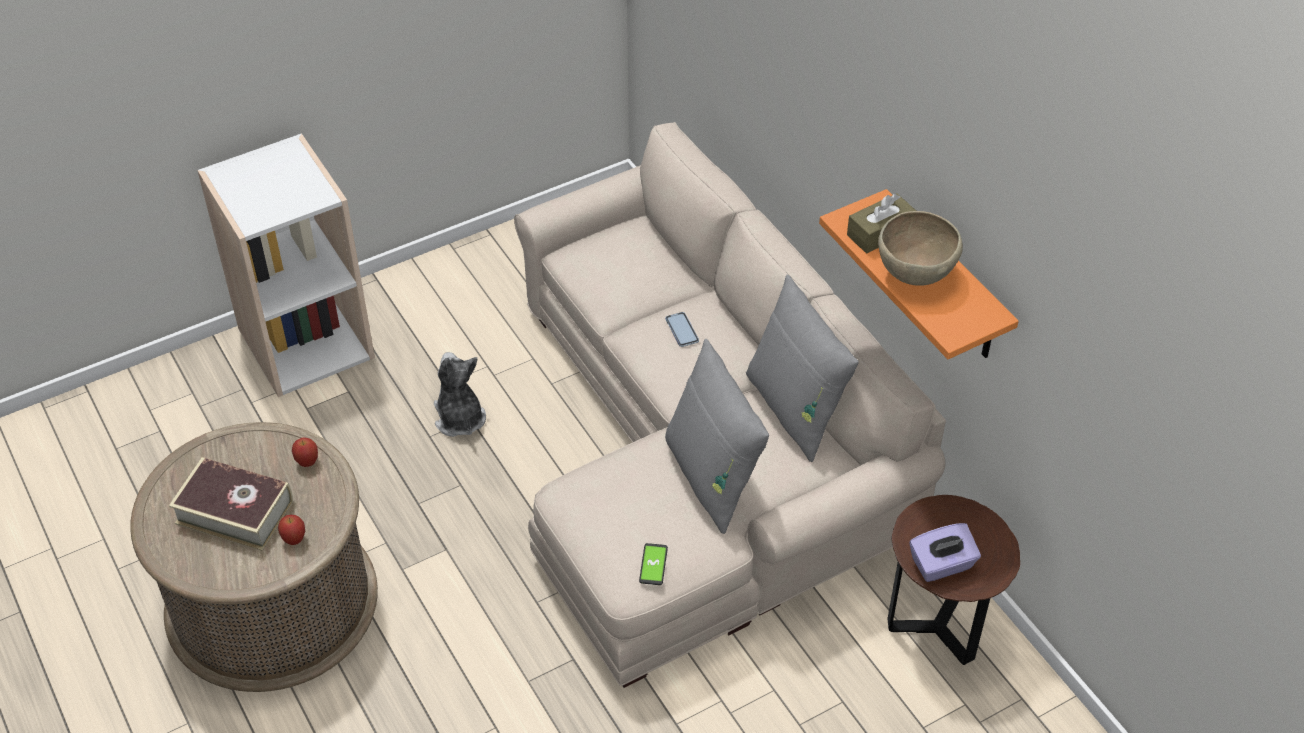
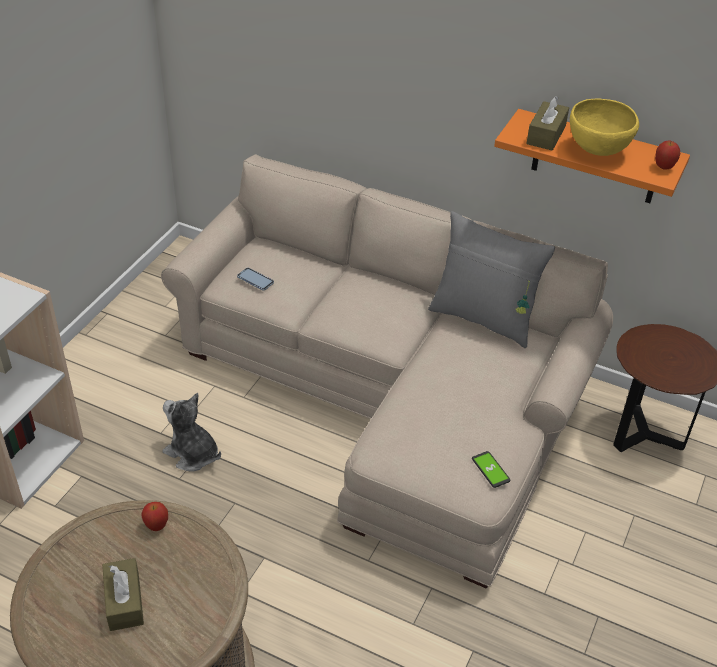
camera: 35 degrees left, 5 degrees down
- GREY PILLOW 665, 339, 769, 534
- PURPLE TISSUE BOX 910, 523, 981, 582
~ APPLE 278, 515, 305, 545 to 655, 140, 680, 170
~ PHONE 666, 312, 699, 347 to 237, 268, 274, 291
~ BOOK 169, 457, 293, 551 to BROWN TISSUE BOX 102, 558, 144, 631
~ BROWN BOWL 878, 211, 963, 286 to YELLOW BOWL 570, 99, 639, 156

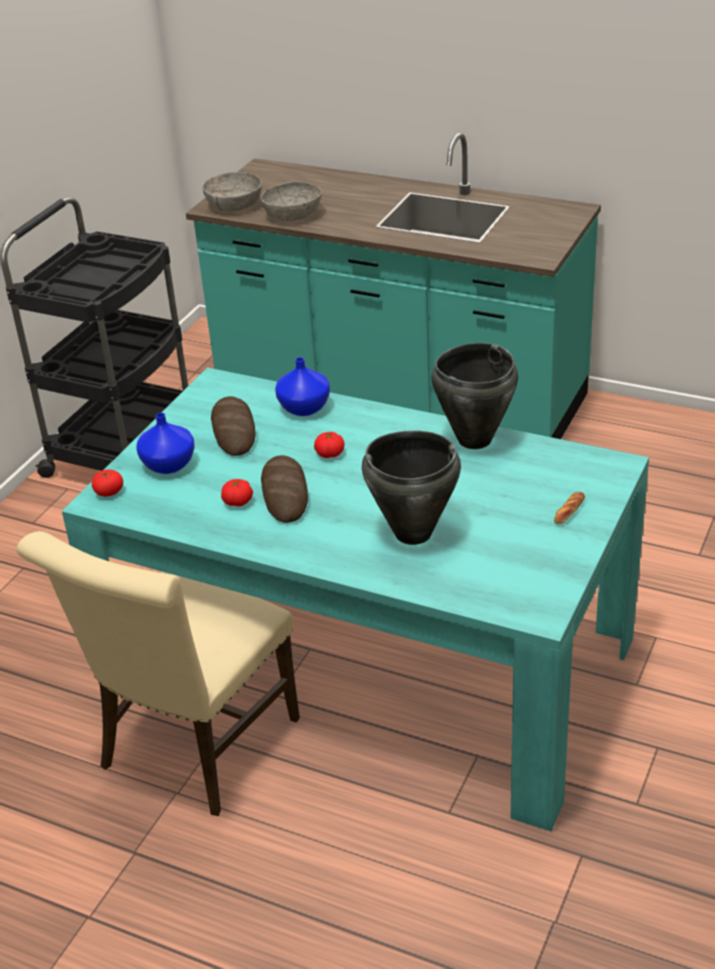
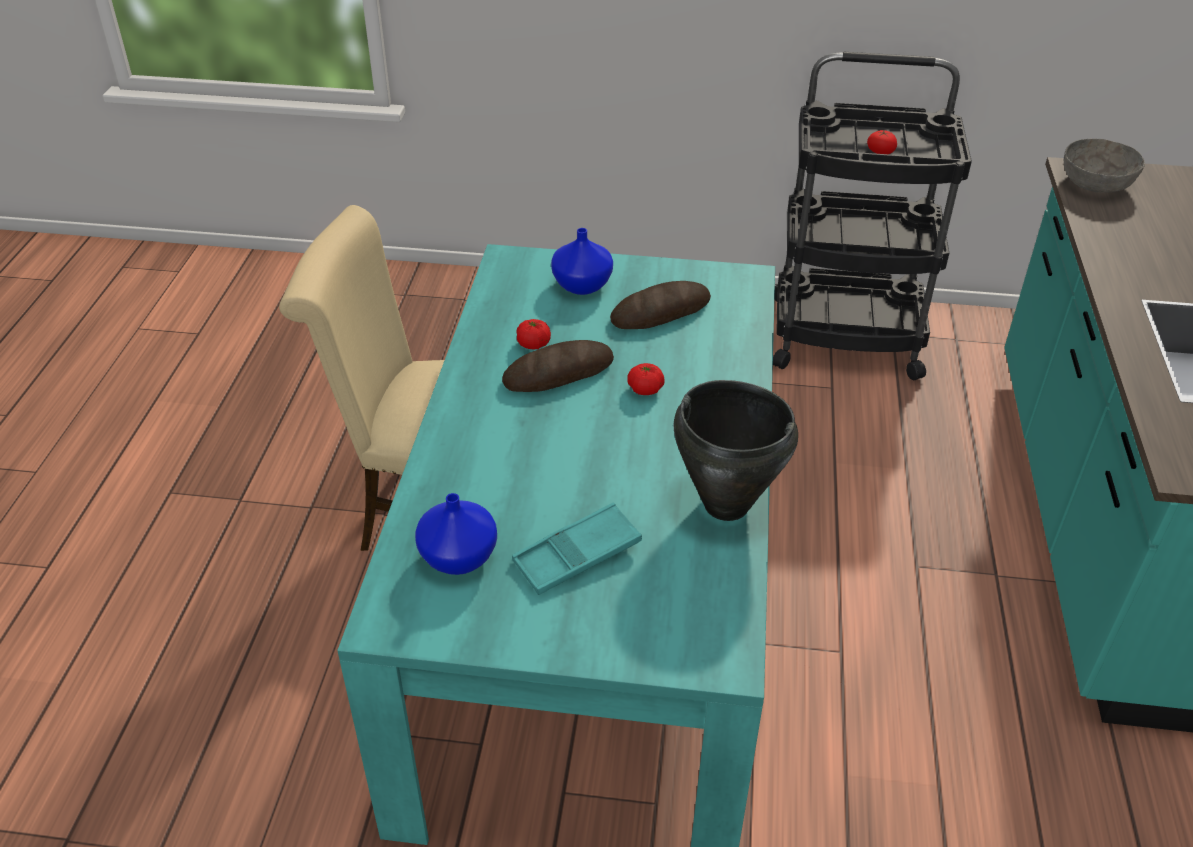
camera: 70 degrees right, 5 degrees up
- GREY BOWL 261, 182, 322, 221
- BLACK COOKING POT 362, 430, 461, 545
- BREAD 554, 492, 585, 524
+ TURQUOISE TRAY 512, 502, 642, 595
~ TOMATO 92, 469, 123, 497 to 867, 130, 897, 154
~ BLUE VASE 275, 357, 330, 416 to 415, 493, 497, 575

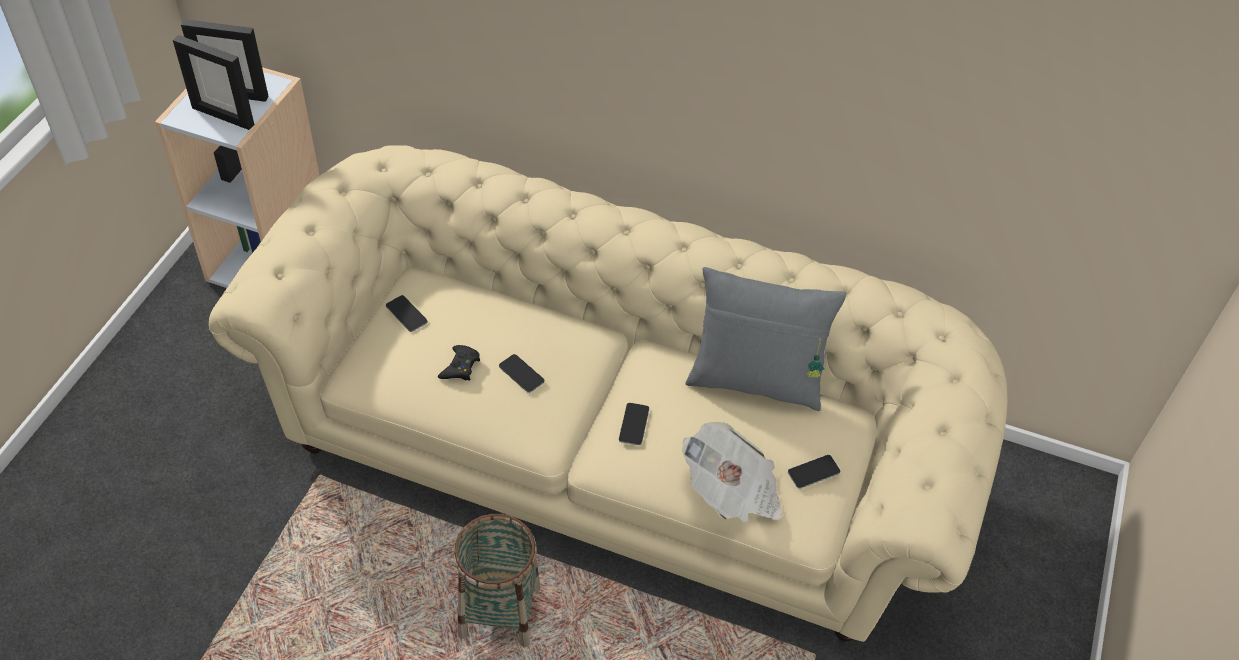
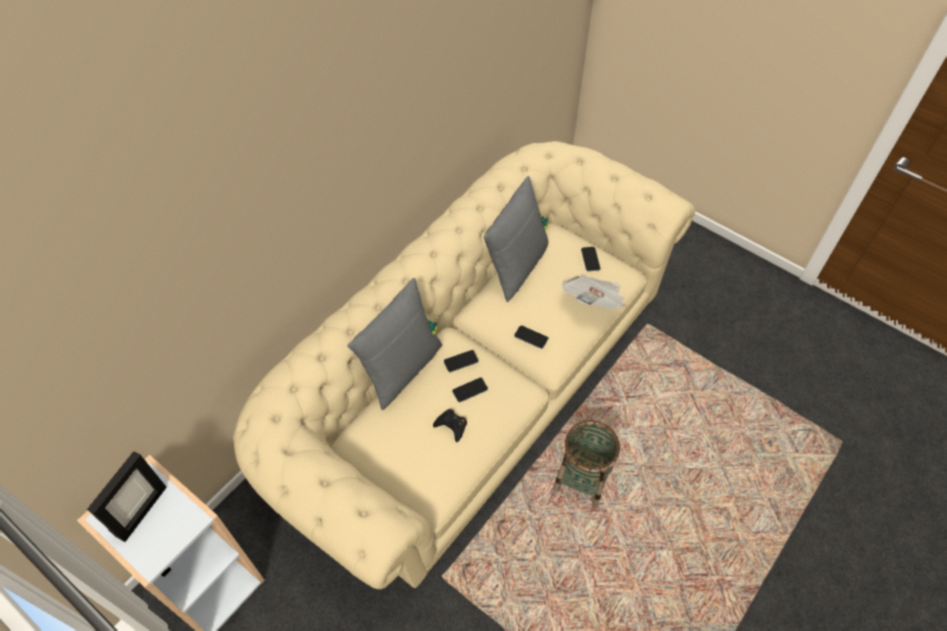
camera: 70 degrees left, 5 degrees up
- PICTURE FRAME 173, 35, 254, 130
+ GREY PILLOW 347, 278, 442, 410
~ PHONE 386, 295, 428, 332 to 444, 350, 479, 372

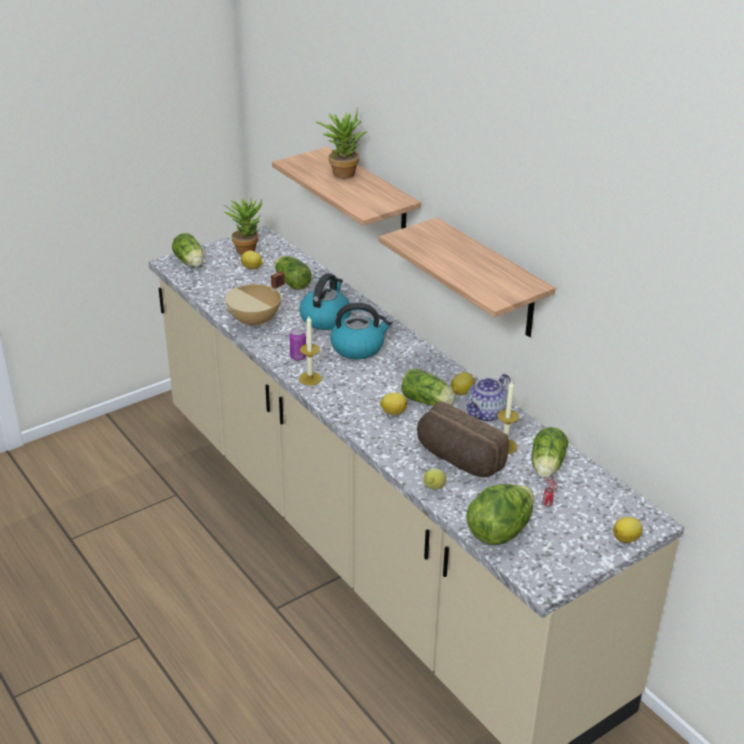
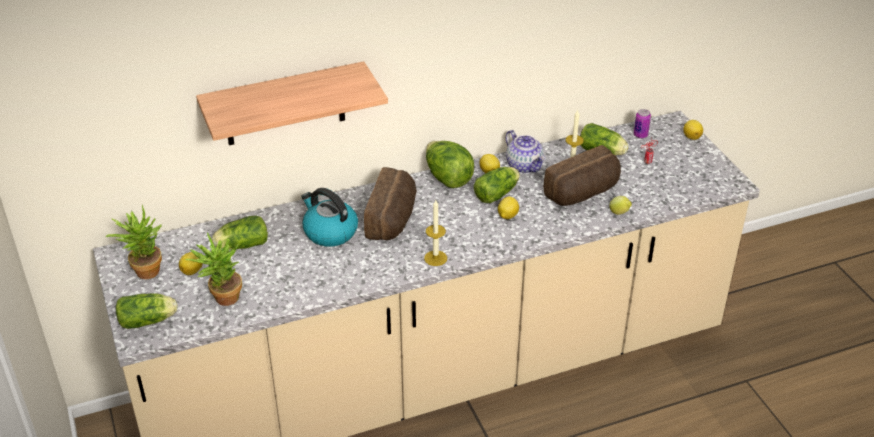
camera: 75 degrees left, 5 degrees up
- BEIGE COOKING POT 225, 271, 285, 327
- SHELF 379, 217, 556, 337
~ CAN 289, 328, 306, 361 to 634, 109, 651, 138
~ POTTED PLANT 316, 108, 367, 179 to 185, 233, 242, 306
~ LETTUCE 467, 484, 534, 545 to 426, 141, 474, 188
~ KETTLE 330, 303, 393, 360 to BREAD 364, 167, 417, 240

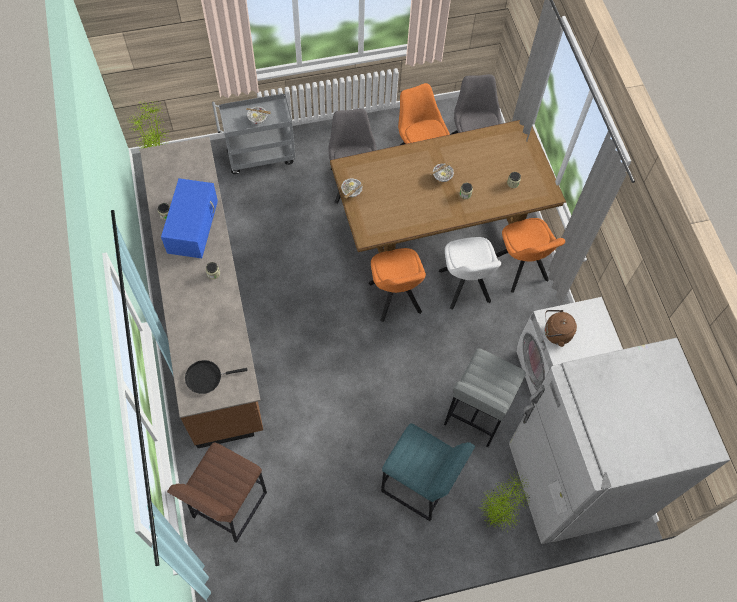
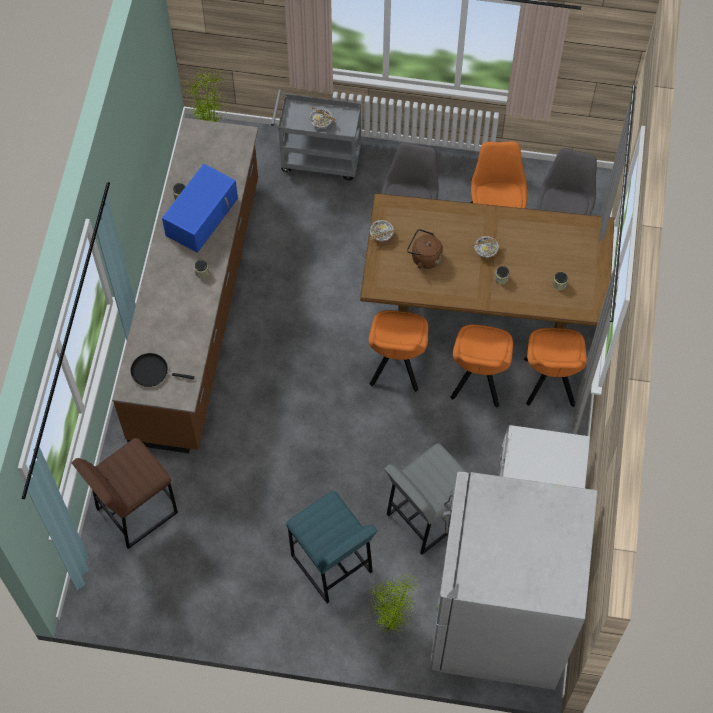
camera: 25 degrees right, 0 degrees up
~ BROWN KETTLE 545, 310, 577, 347 to 407, 229, 443, 269
~ WHITE CHAIR 438, 237, 501, 310 to ORANGE CHAIR 450, 324, 513, 408

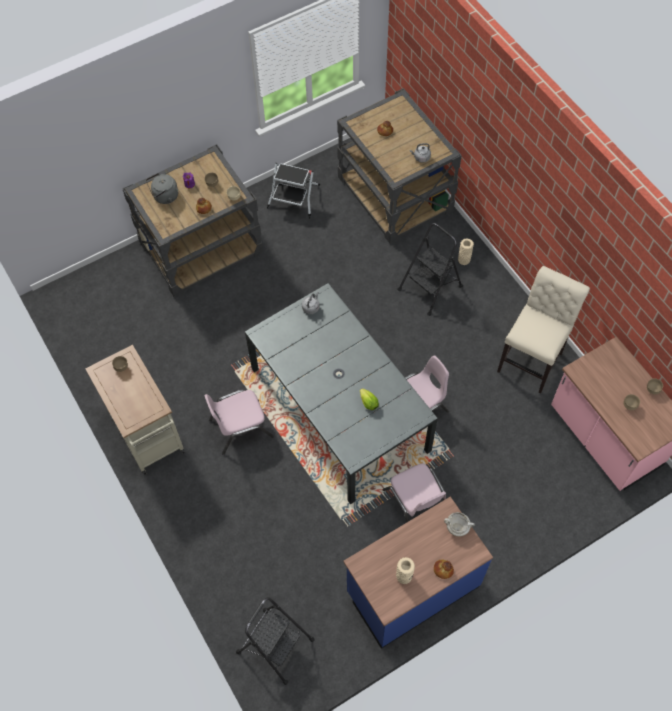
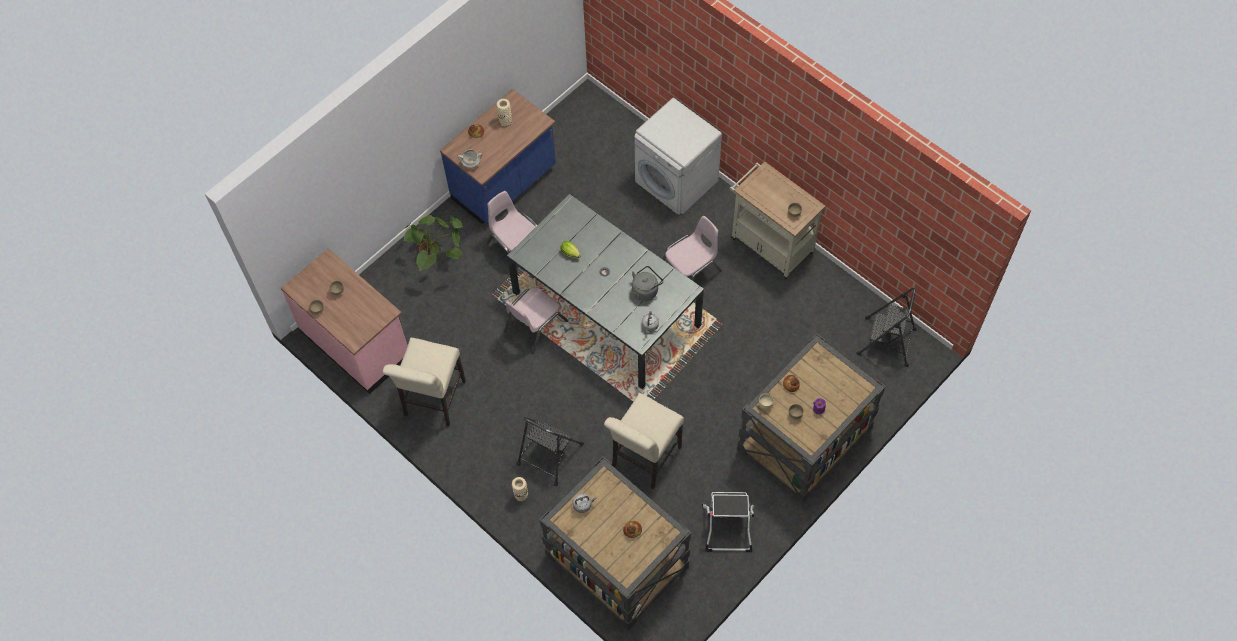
camera: 165 degrees right, 0 degrees up
+ POTTED PLANT 403, 215, 463, 272
+ BEIGE STOOL 604, 393, 684, 489
+ WHITE WASHING MACHINE 635, 98, 722, 215
~ GREY KETTLE 146, 173, 178, 204 to 632, 266, 663, 301
~ BLACK STEP LADDER 236, 597, 315, 685 to 857, 288, 917, 367

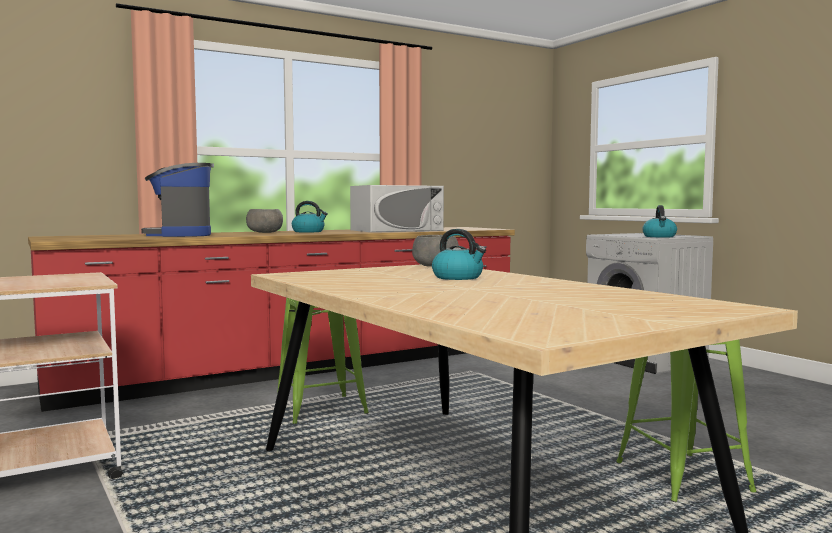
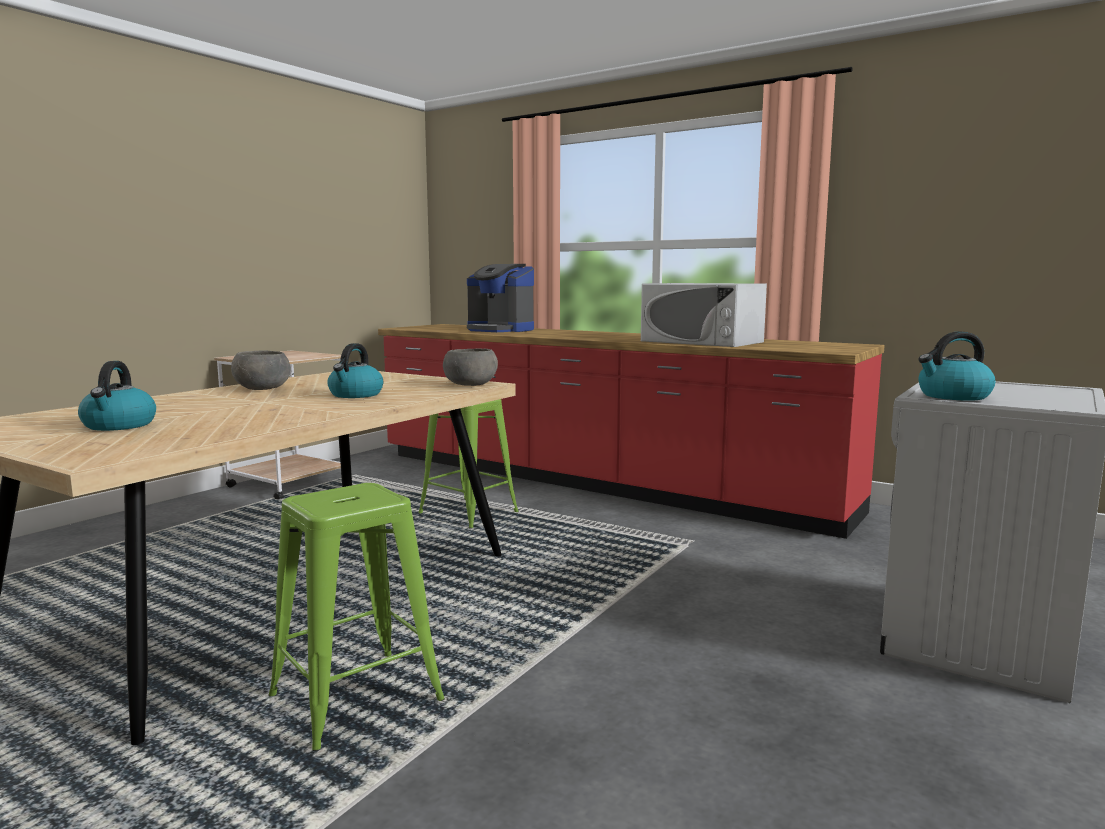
camera: 65 degrees right, 5 degrees up
~ GREY BOWL 246, 209, 283, 233 to 231, 350, 291, 390
~ KETTLE 292, 201, 328, 233 to 78, 361, 156, 431
~ COFFEE MACHINE 141, 163, 214, 237 = 467, 264, 534, 332 105 degrees counterclockwise

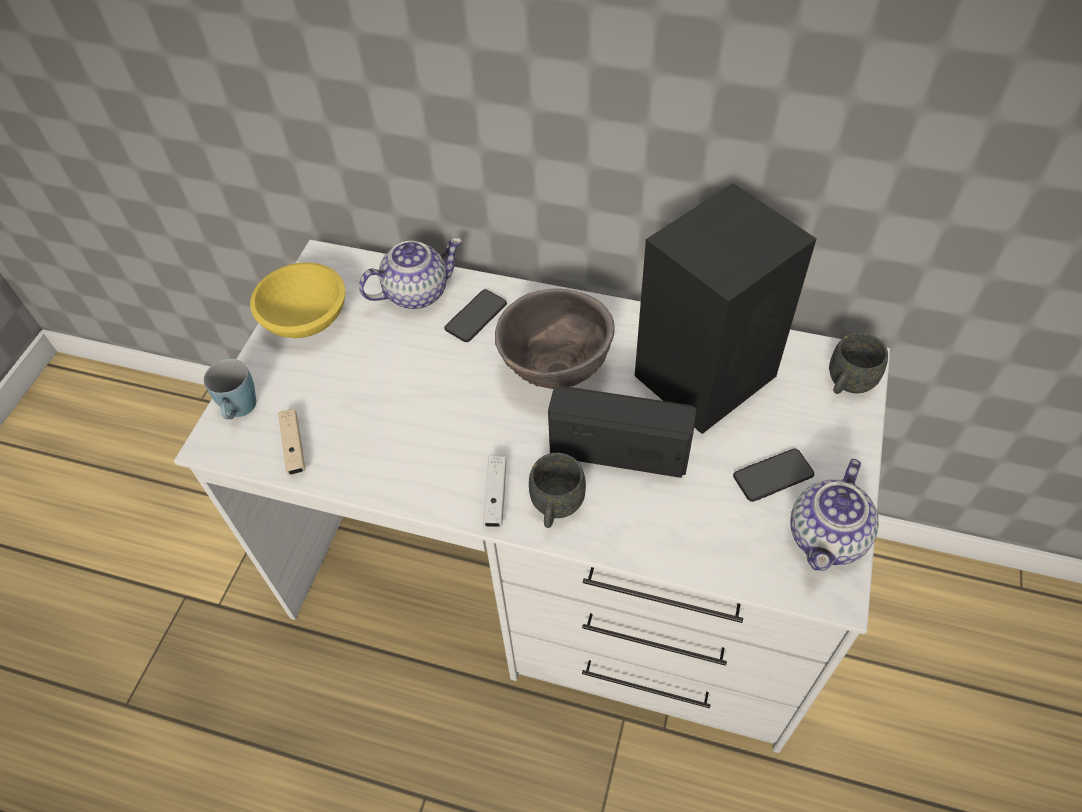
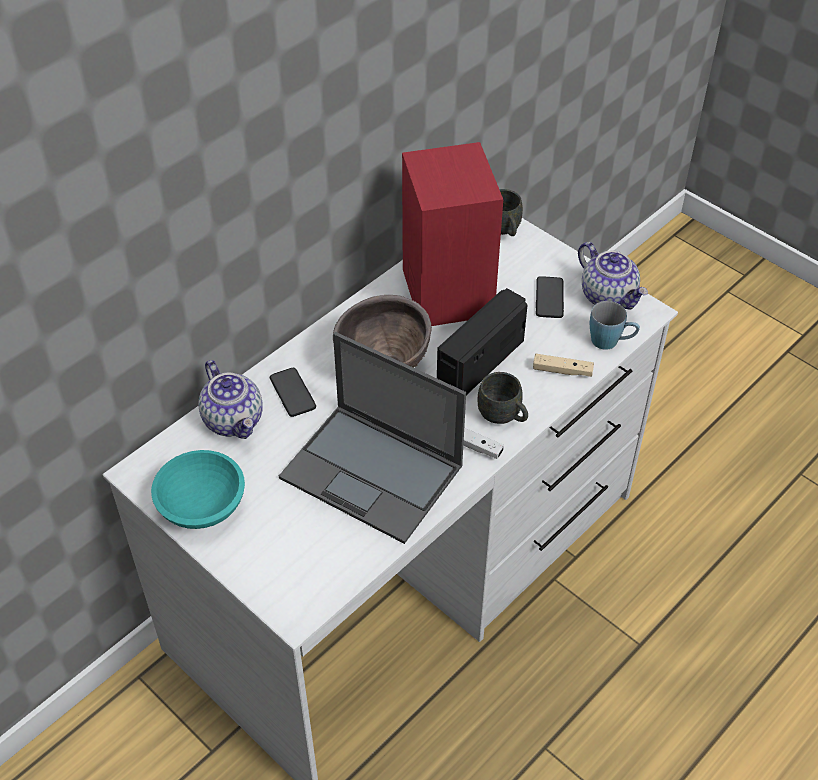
camera: 65 degrees left, 5 degrees down
+ LAPTOP 279, 332, 466, 544
~ BLUE MUG 204, 359, 256, 420 to 590, 301, 640, 350
~ BEIGE GAME CONTROLLER 278, 409, 306, 475 to 533, 354, 594, 377
~ YELLOW BOWL 250, 262, 345, 338 to TURQUOISE BOWL 151, 450, 245, 529
~ BLACK SPEAKER 635, 183, 817, 434 to RED SPEAKER 402, 142, 503, 326
~ TEAPOT 359, 238, 462, 309 = 198, 360, 263, 439 150 degrees clockwise

